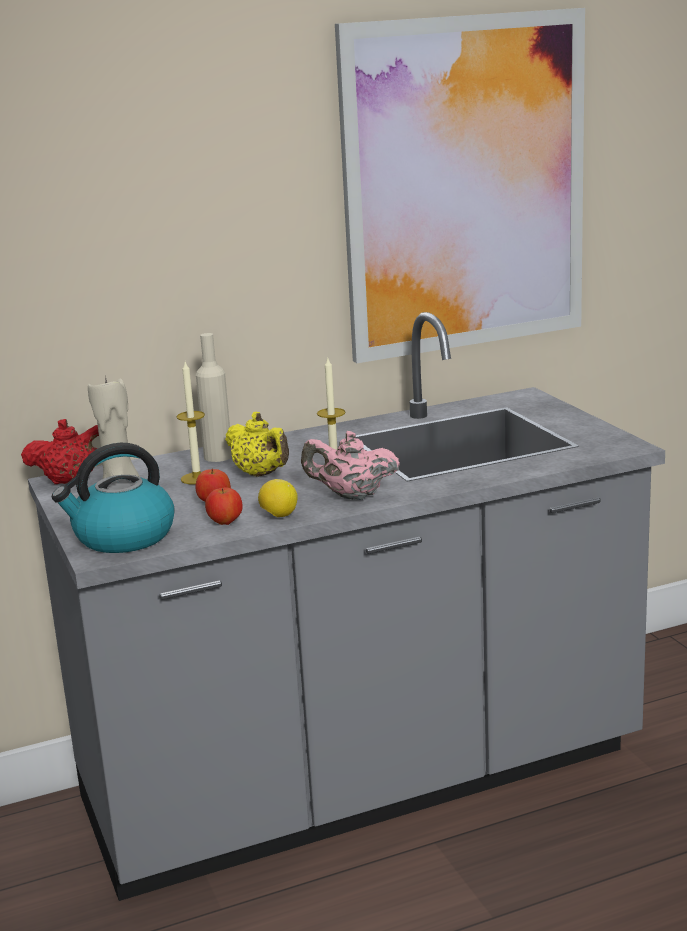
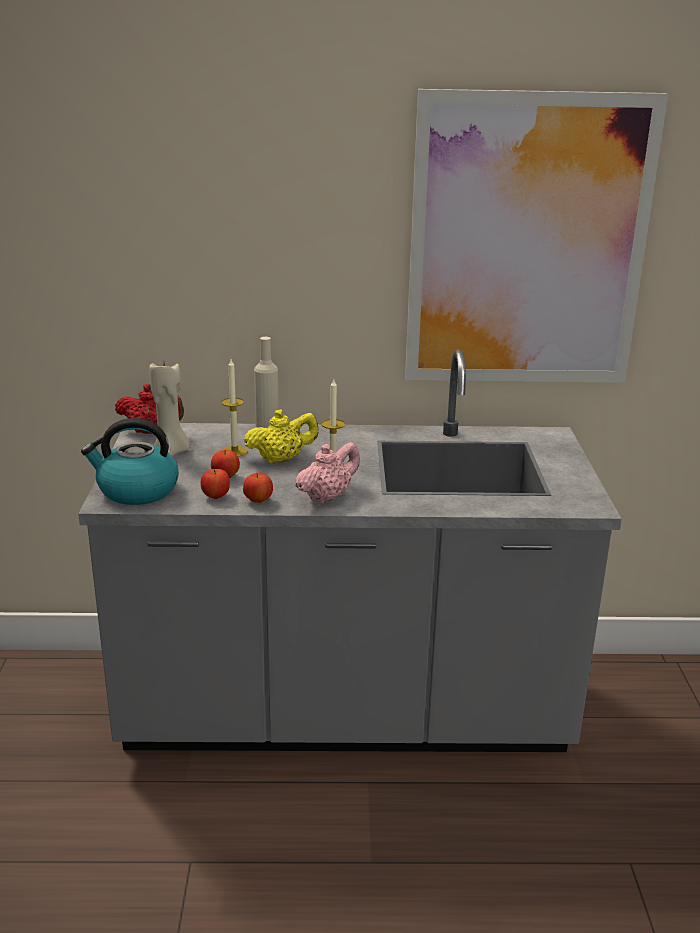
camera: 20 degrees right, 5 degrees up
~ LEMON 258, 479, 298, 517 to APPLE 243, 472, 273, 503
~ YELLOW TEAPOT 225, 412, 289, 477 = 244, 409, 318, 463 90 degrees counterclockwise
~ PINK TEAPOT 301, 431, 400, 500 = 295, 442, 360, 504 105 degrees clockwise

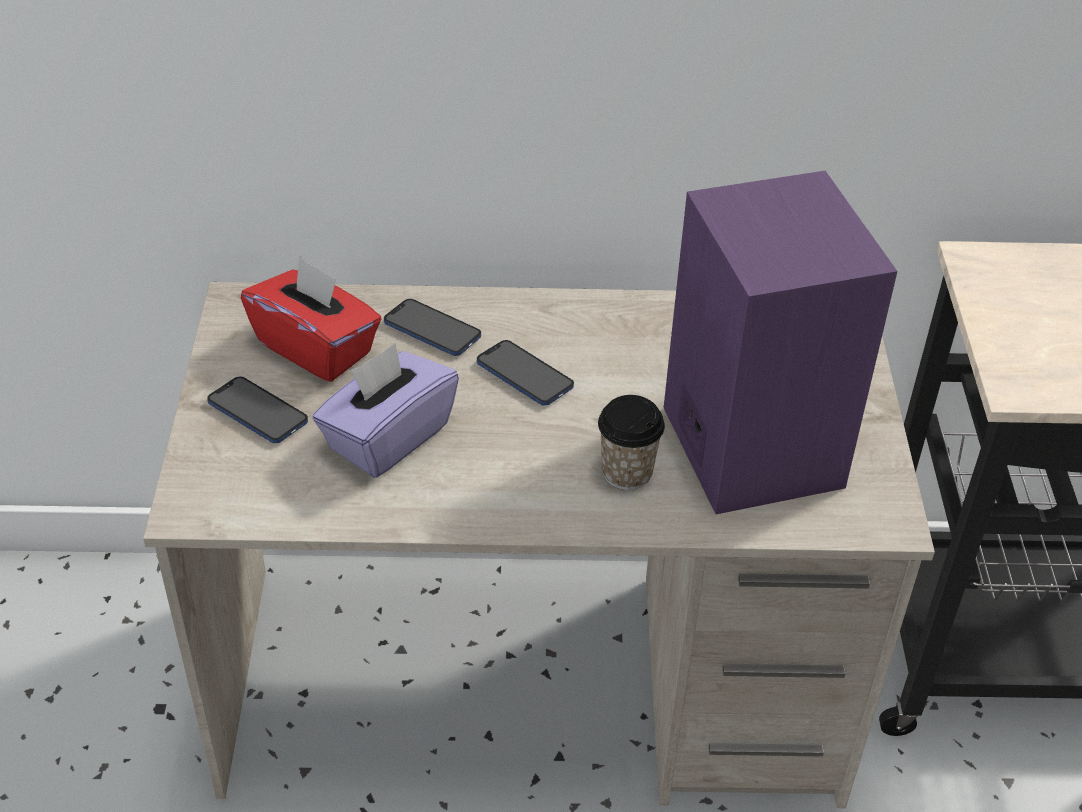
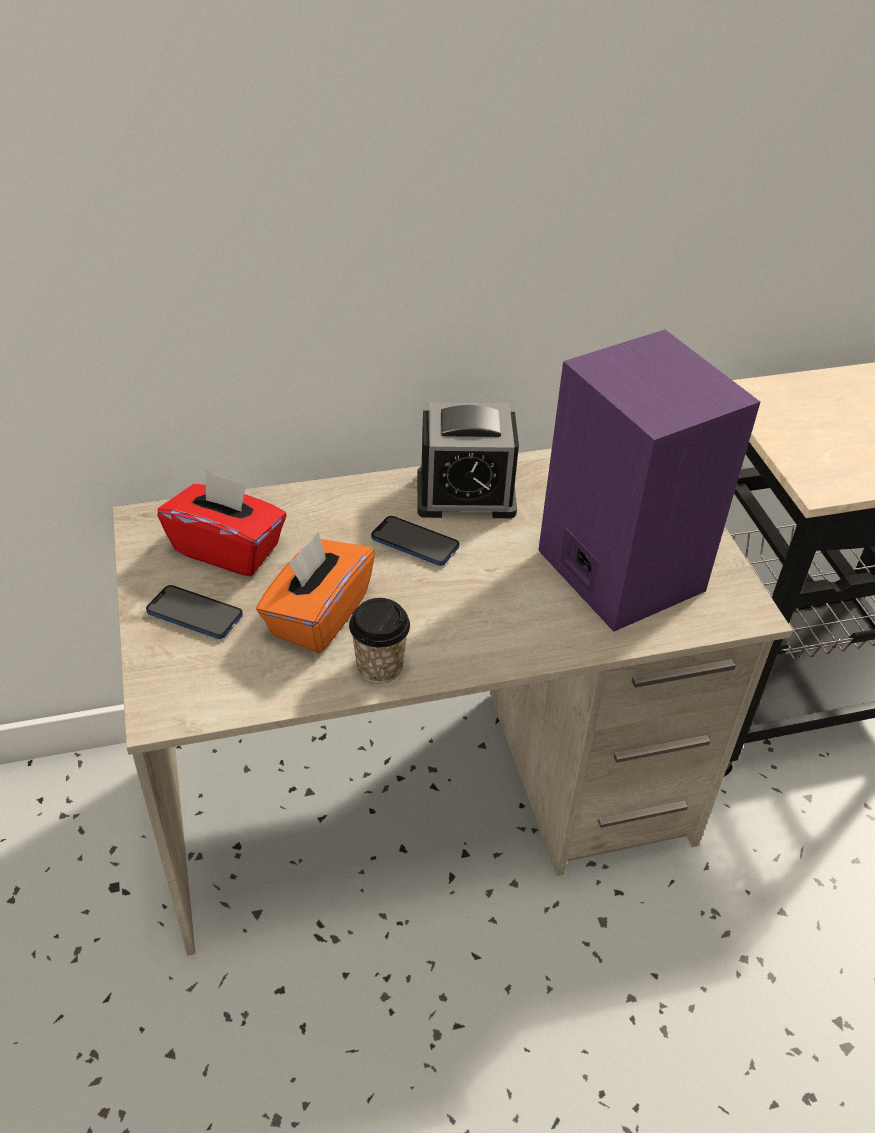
camera: 15 degrees left, 0 degrees up
- PHONE 384, 299, 481, 356
+ ALARM CLOCK 417, 402, 519, 518
~ CUP 598, 395, 665, 490 to 349, 598, 410, 683
~ PURPLE TISSUE BOX 312, 343, 459, 478 to ORANGE TISSUE BOX 256, 532, 375, 654

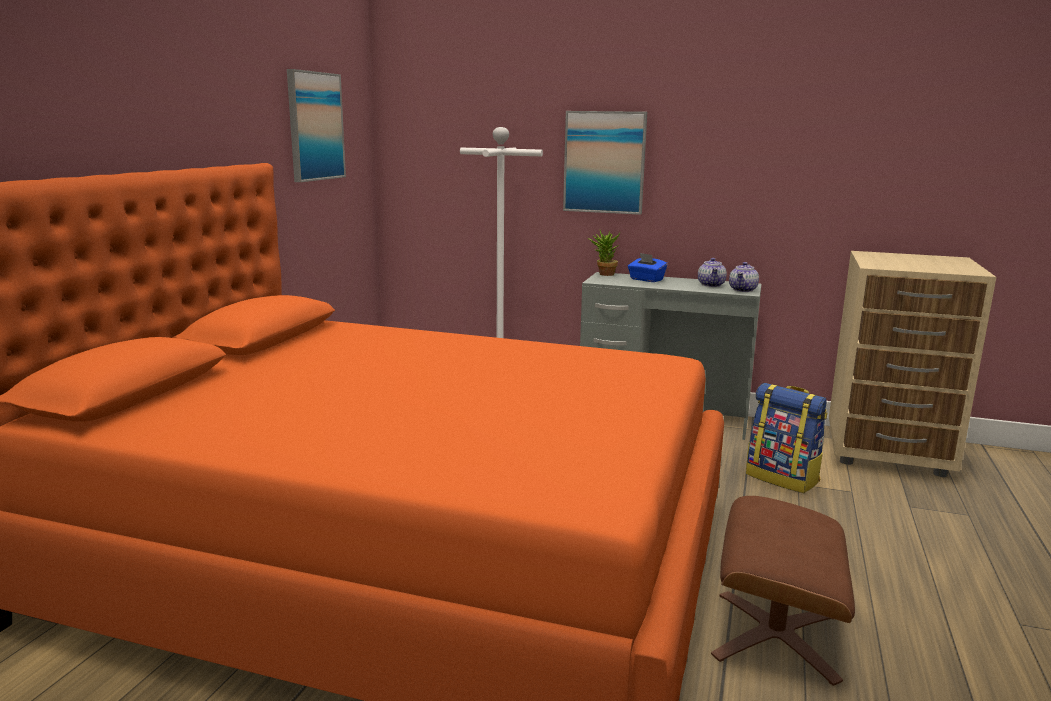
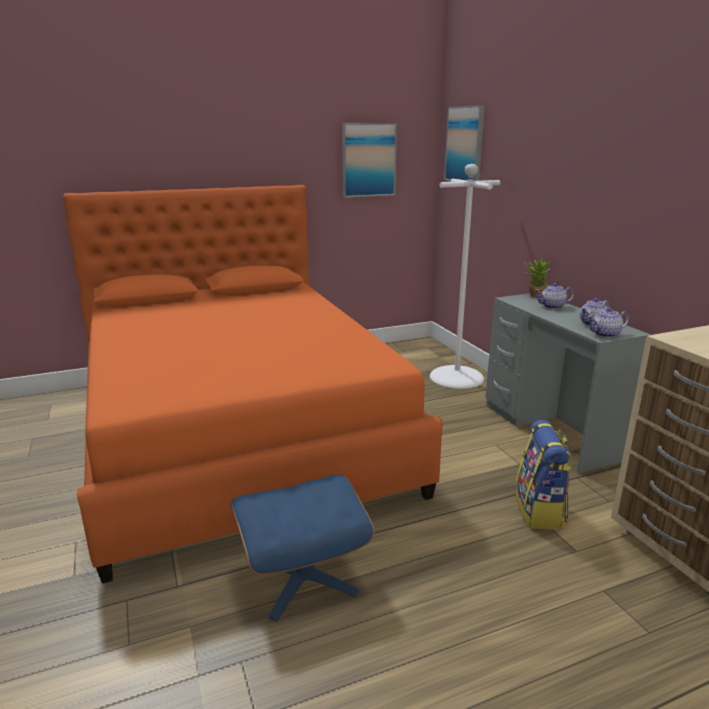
camera: 50 degrees right, 5 degrees up
~ PICTURE 563, 111, 647, 215 to 444, 105, 485, 181
~ BLUE TISSUE BOX 628, 253, 667, 282 to TEAPOT 535, 283, 574, 309
~ BROWN OTTOMAN 711, 496, 855, 686 to BLUE OTTOMAN 230, 475, 374, 622

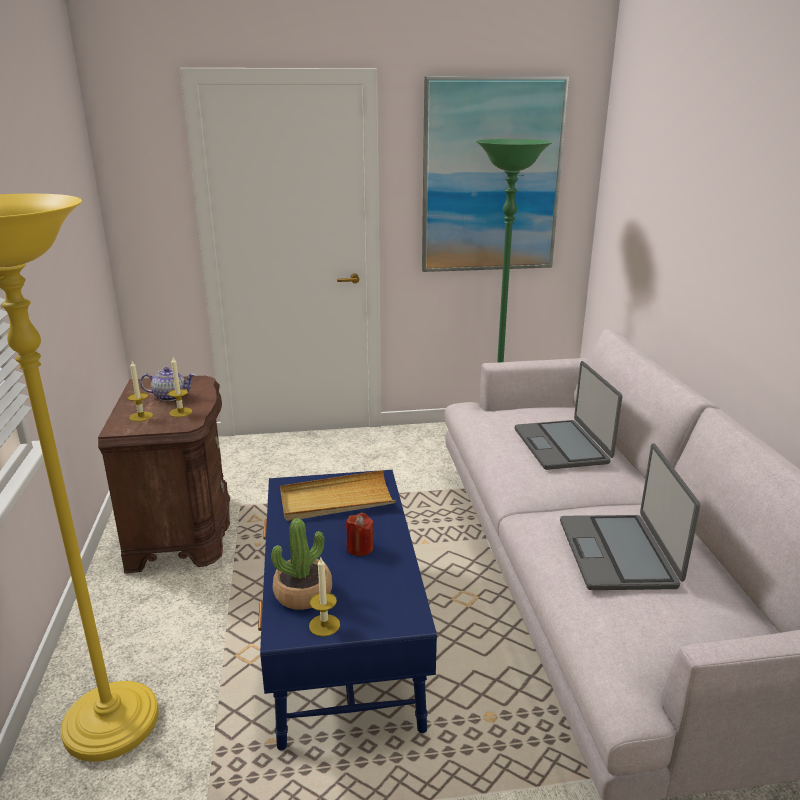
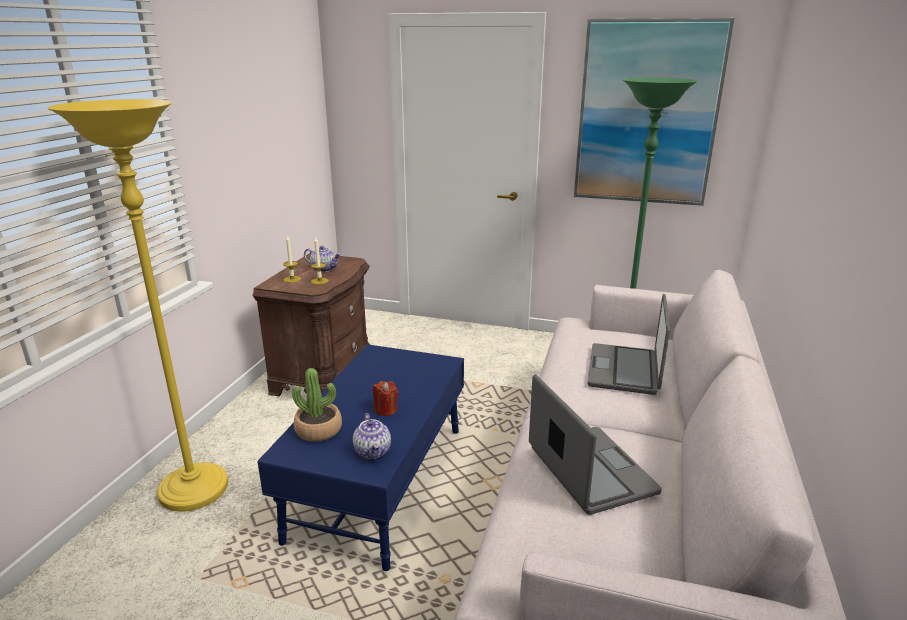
camera: 25 degrees right, 0 degrees up
- BEIGE TRAY 280, 470, 396, 521
- CANDLE 309, 558, 340, 637
+ TEAPOT 353, 413, 391, 460
~ LAPTOP 560, 443, 700, 590 = 529, 374, 662, 515 135 degrees clockwise

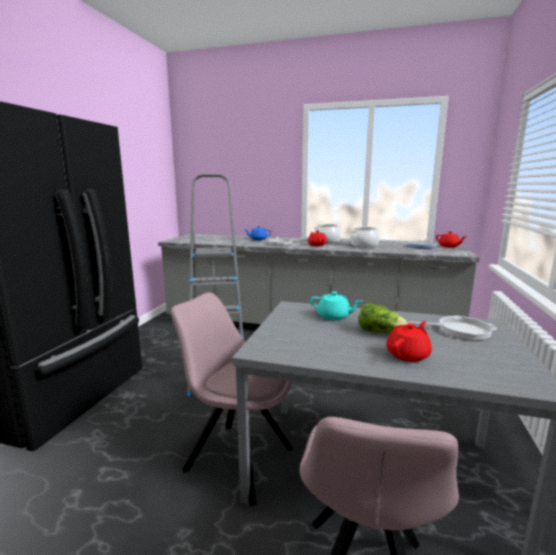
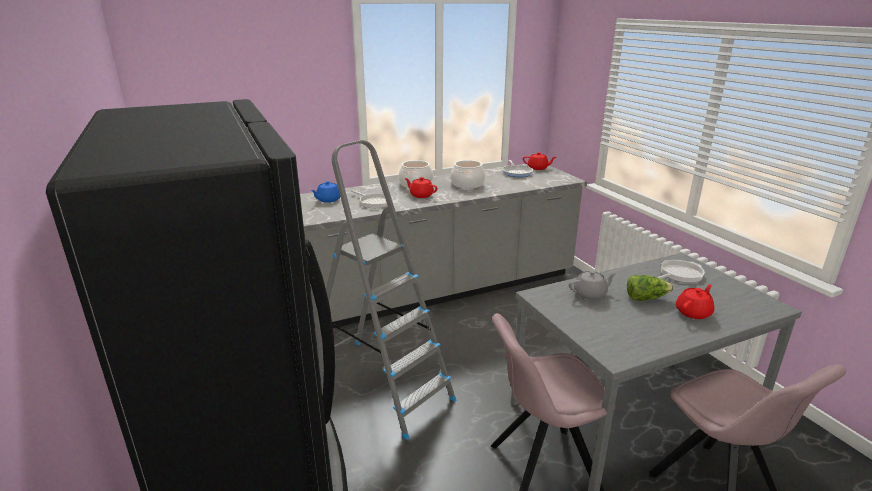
camera: 40 degrees left, 10 degrees up
~ TURQUOISE TEAPOT 310, 292, 362, 320 to GREY TEAPOT 569, 271, 617, 300
~ RED TEAPOT 386, 321, 432, 362 = 676, 284, 714, 319 45 degrees clockwise

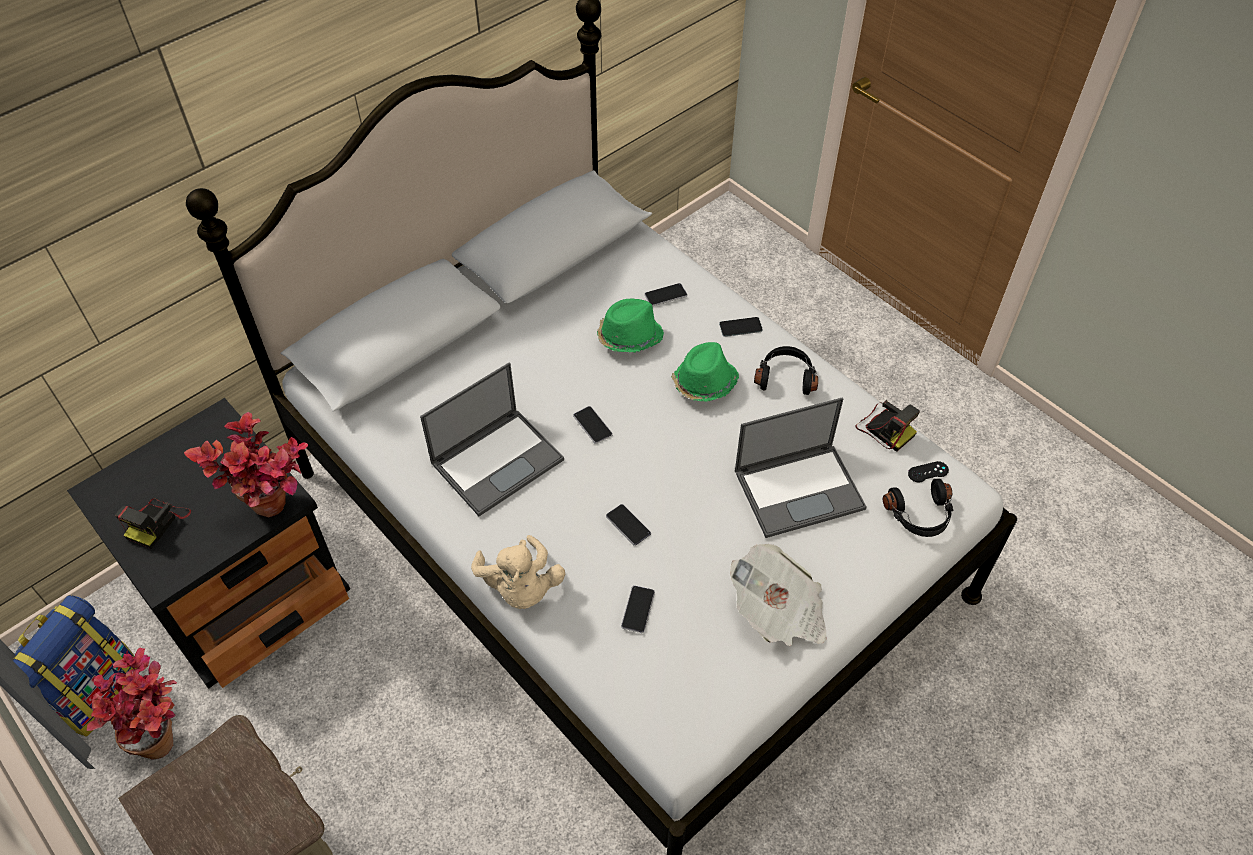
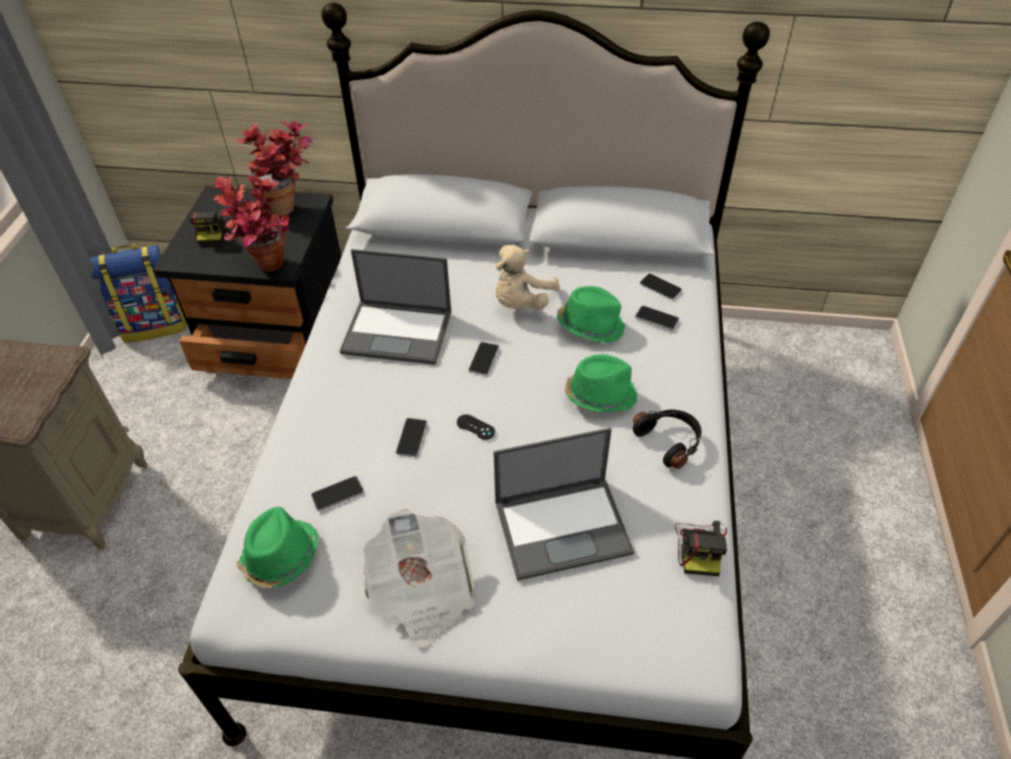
camera: 50 degrees right, 5 degrees down
- BLACK HEADPHONES 883, 479, 954, 537
+ GREEN HAT 237, 507, 318, 588
~ POTTED PLANT 87, 647, 177, 760 to 236, 121, 312, 217
~ BEIGE PLUSH TOY 471, 535, 565, 609 to 495, 245, 560, 310
~ PHONE 719, 317, 763, 337 to 640, 274, 682, 299
~ BLACK GAME CONTROLLER 908, 461, 949, 482 to 457, 414, 495, 440
~ PHOTO CAMERA 115, 499, 191, 549 = 190, 210, 233, 245 75 degrees counterclockwise
~ LAPTOP 735, 397, 867, 538 = 493, 428, 634, 581 45 degrees counterclockwise

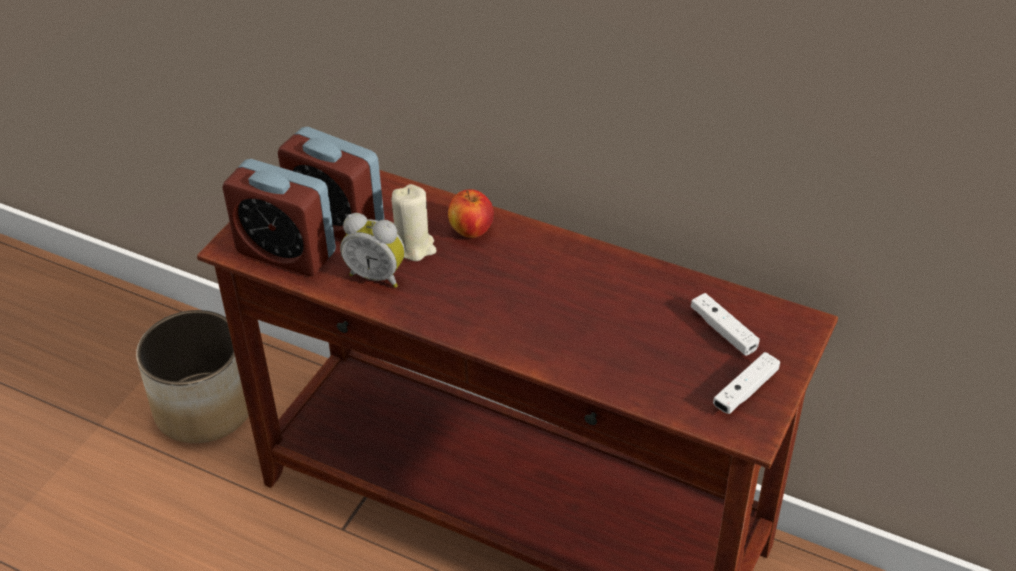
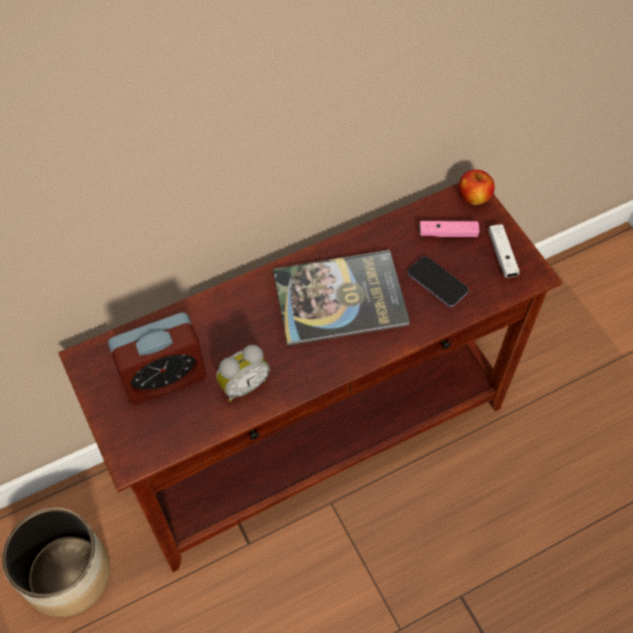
camera: 55 degrees left, 15 degrees up
- ALARM CLOCK 222, 159, 336, 276
- BEIGE CANDLE 391, 184, 437, 261
+ BOOK 273, 250, 410, 346
+ PHONE 407, 256, 469, 307
~ APPLE 448, 189, 494, 238 to 459, 170, 495, 205
~ WHITE GAME CONTROLLER 691, 293, 760, 356 to PINK GAME CONTROLLER 419, 221, 479, 237

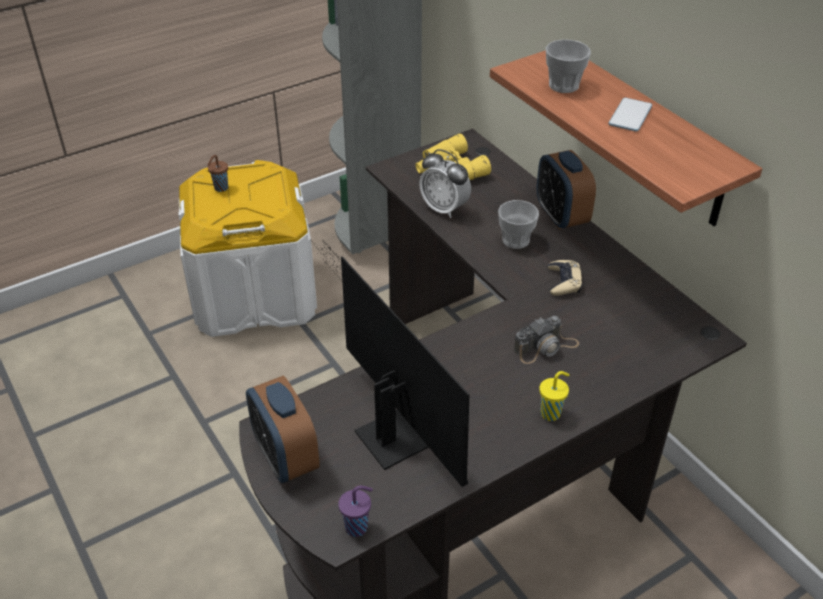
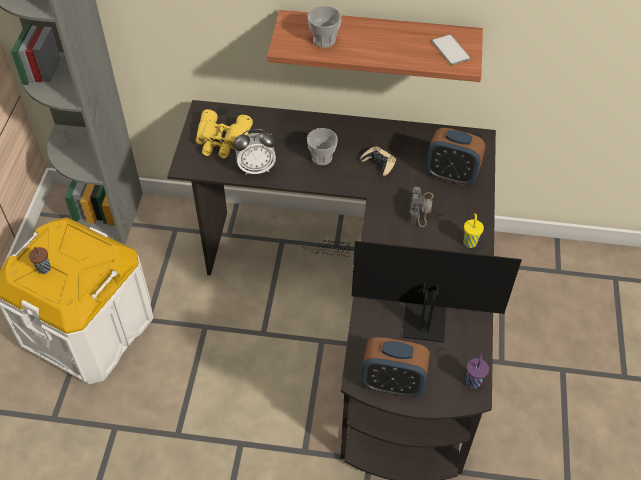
camera: 50 degrees left, 10 degrees up
~ ALARM CLOCK 537, 150, 596, 229 to 426, 128, 485, 185
~ PHONE 608, 98, 652, 132 to 432, 35, 470, 65

